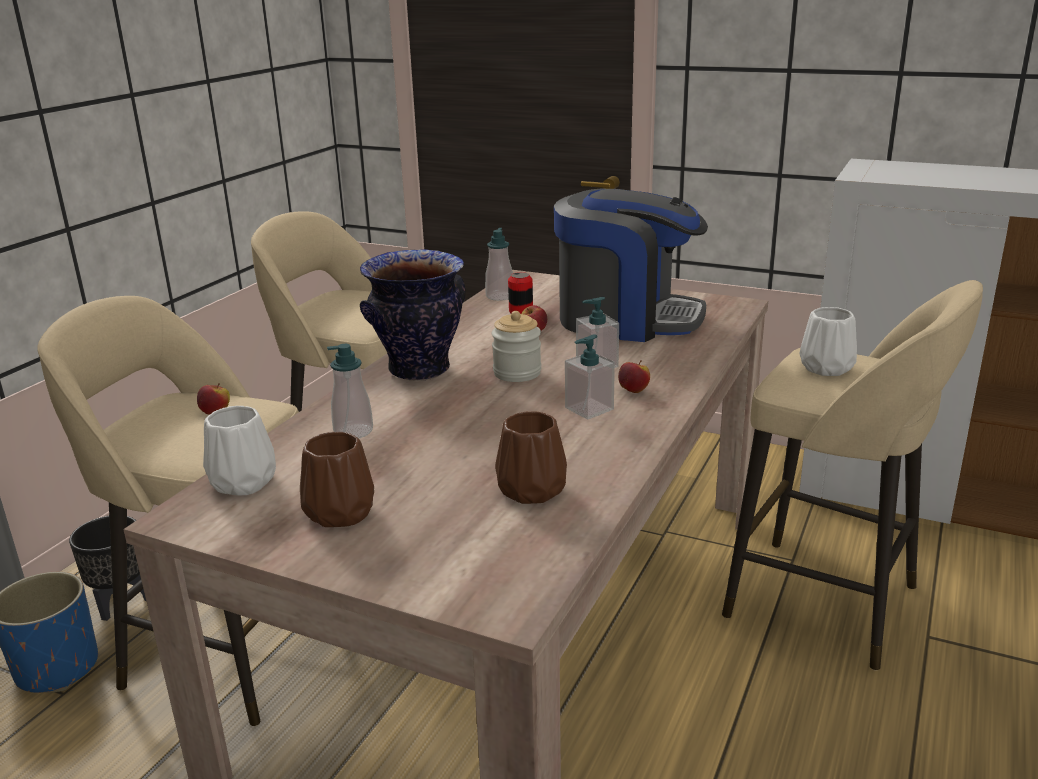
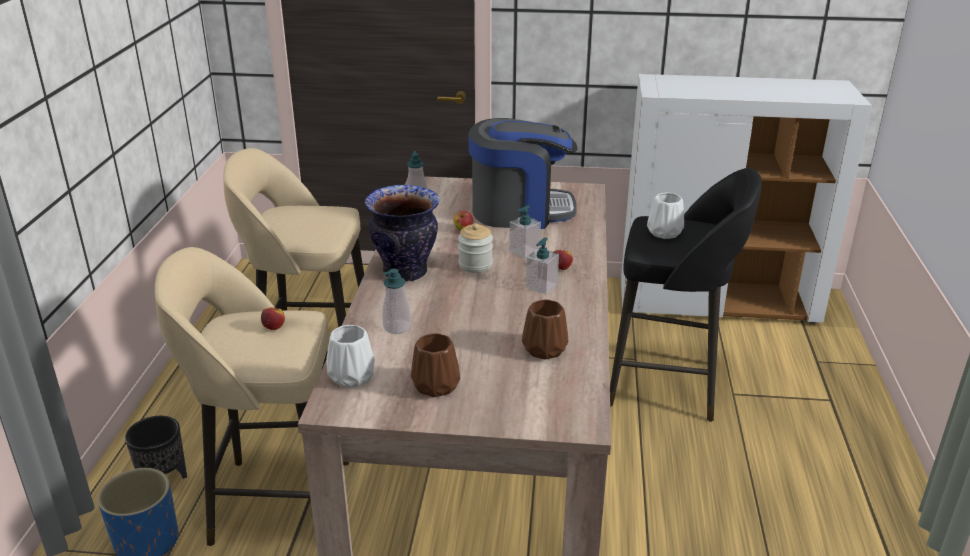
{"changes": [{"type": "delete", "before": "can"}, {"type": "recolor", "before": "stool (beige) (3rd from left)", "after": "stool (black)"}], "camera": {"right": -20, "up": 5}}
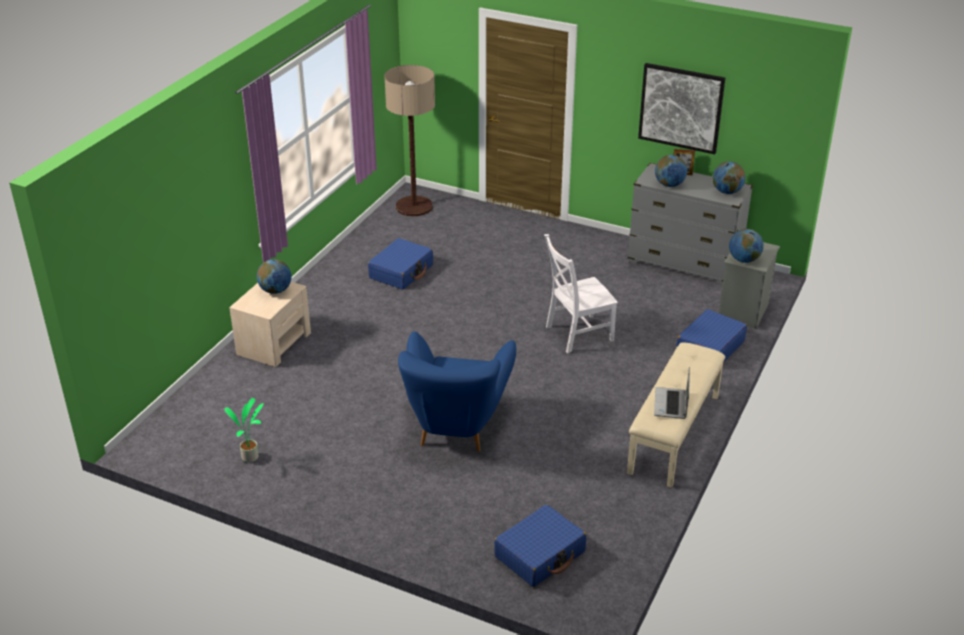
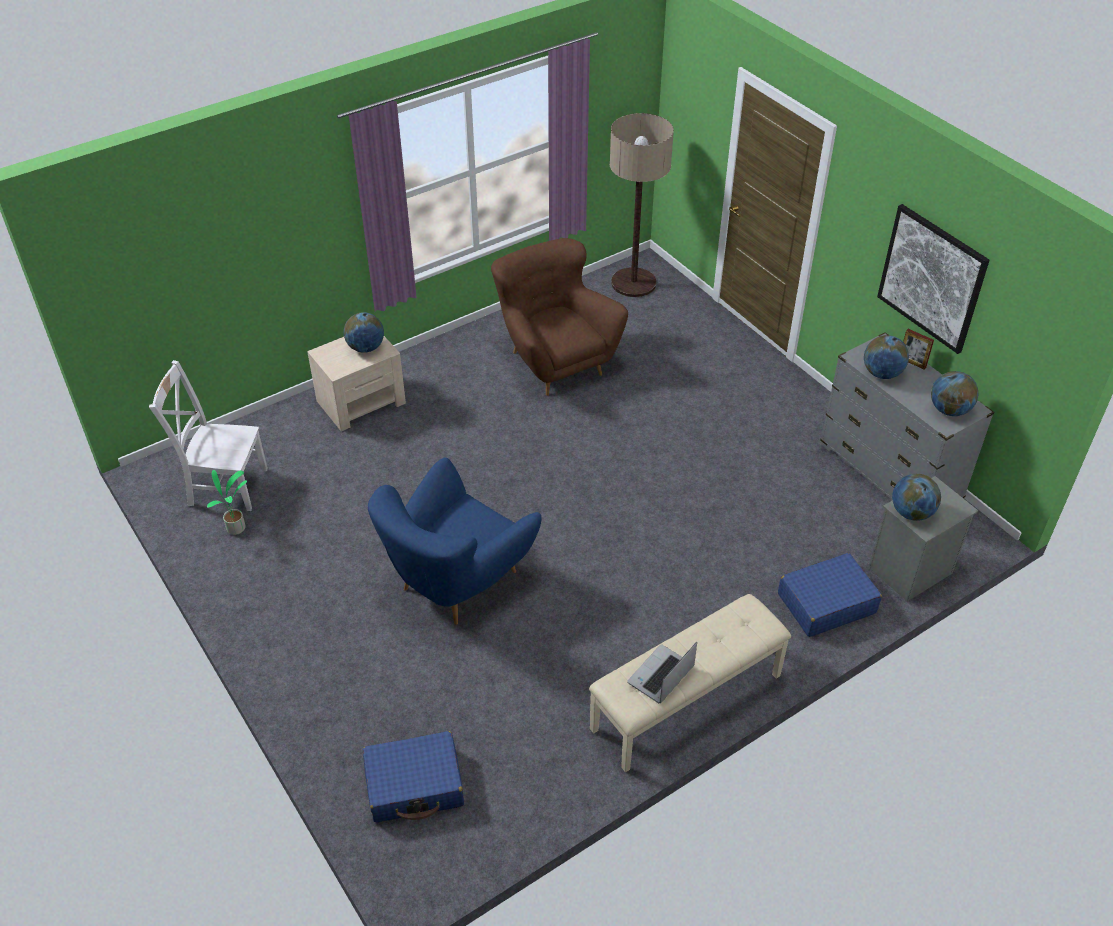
{"changes": [{"type": "replace", "before": "suitcase (blue) (1st from left)", "after": "armchair (brown)"}, {"type": "move", "before": "chair (white)"}], "camera": {"right": 30, "up": 10}}
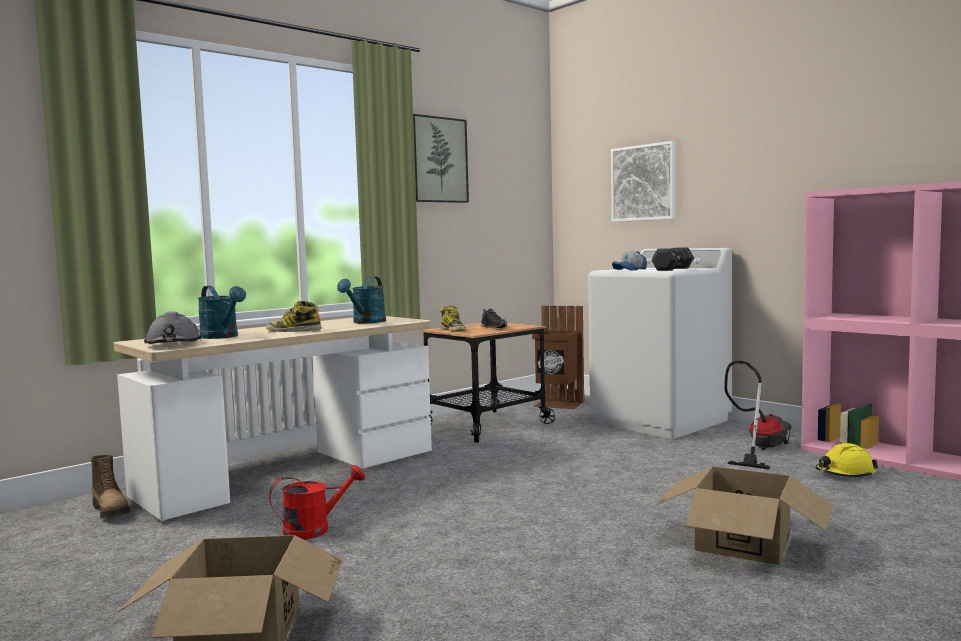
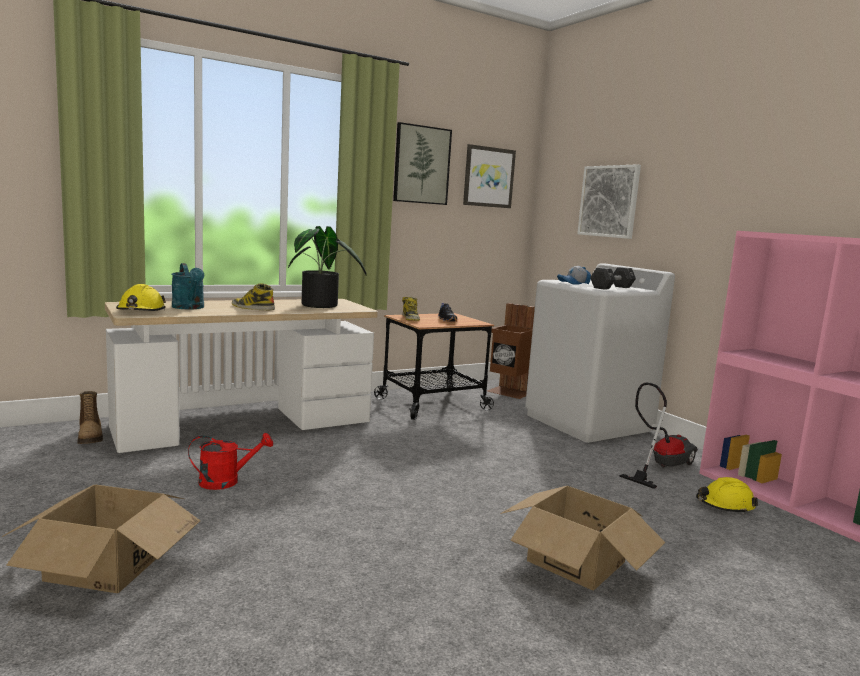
{"changes": [{"type": "recolor", "before": "hard hat (grey)", "after": "hard hat (yellow) (1st from left)"}, {"type": "replace", "before": "watering can (turquoise) (2nd from left)", "after": "potted plant"}, {"type": "insert", "after": "picture (2nd from left)"}], "camera": {"right": 10, "up": 5}}
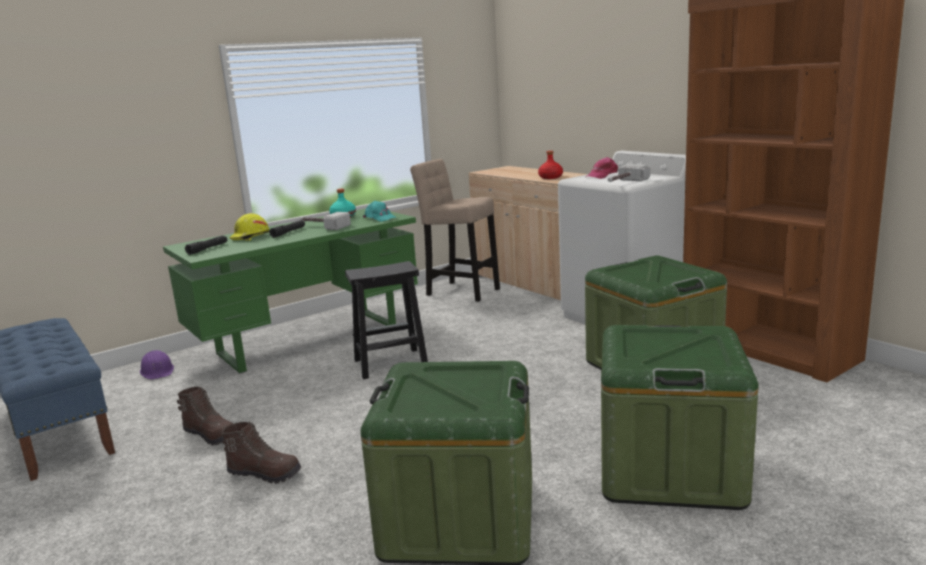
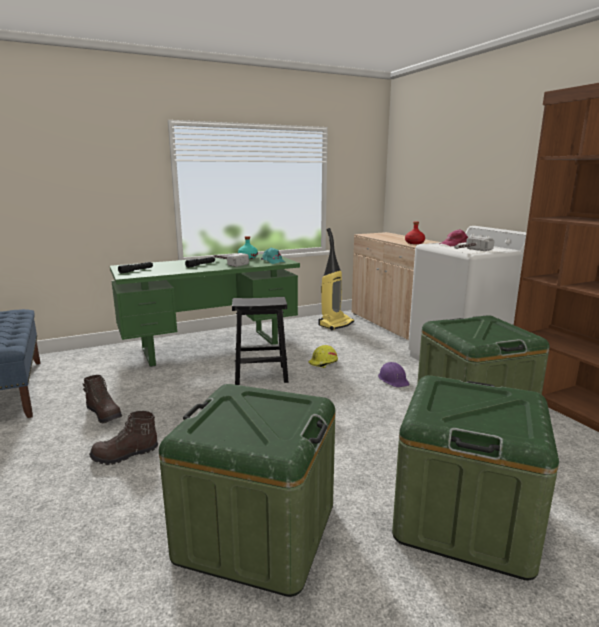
{"changes": [{"type": "move", "before": "hard hat (purple)"}, {"type": "rotate", "before": "boot (brown) (2nd from left)", "turn": 135}, {"type": "move", "before": "hard hat (yellow)"}, {"type": "replace", "before": "stool (beige)", "after": "vacuum cleaner"}], "camera": {"right": 10, "up": 0}}
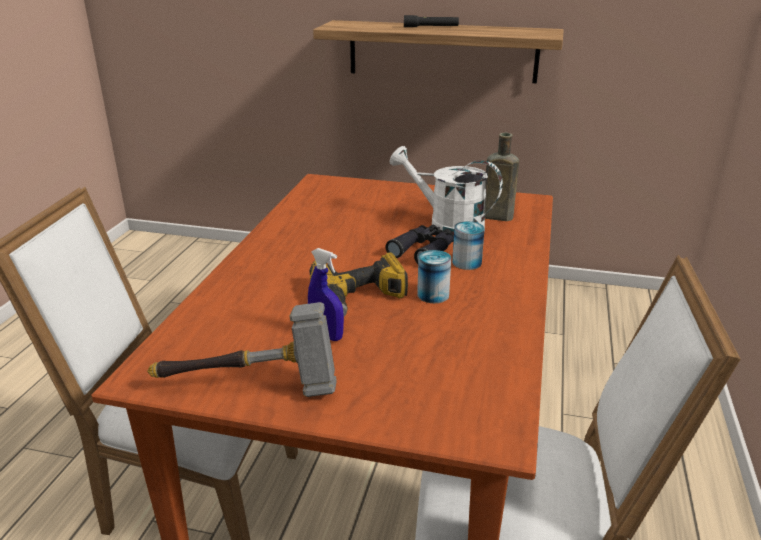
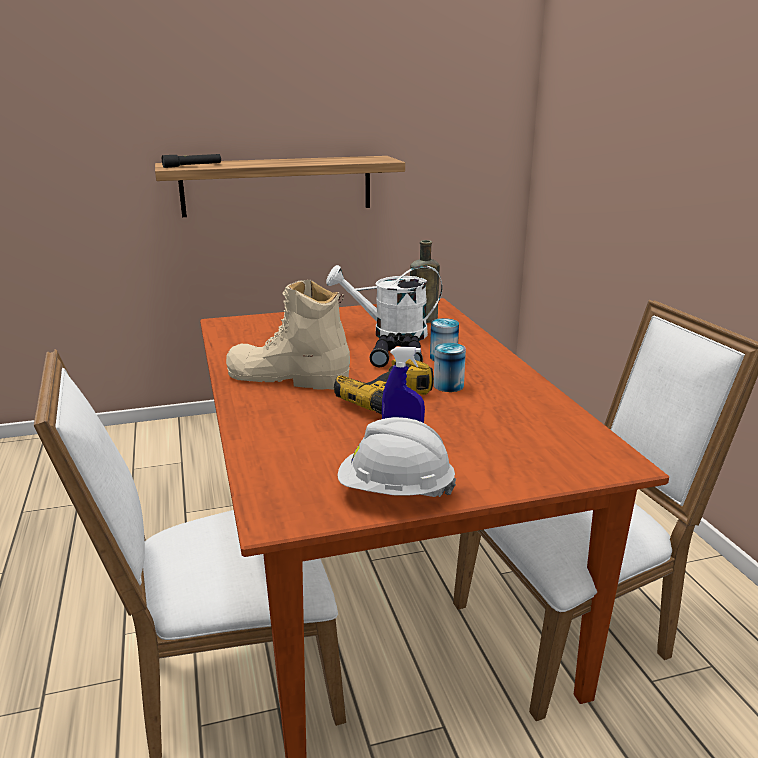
{"changes": [{"type": "replace", "before": "hammer", "after": "hard hat (white)"}, {"type": "move", "before": "flashlight (black)"}, {"type": "insert", "after": "boot (beige)"}], "camera": {"right": -30, "up": -5}}
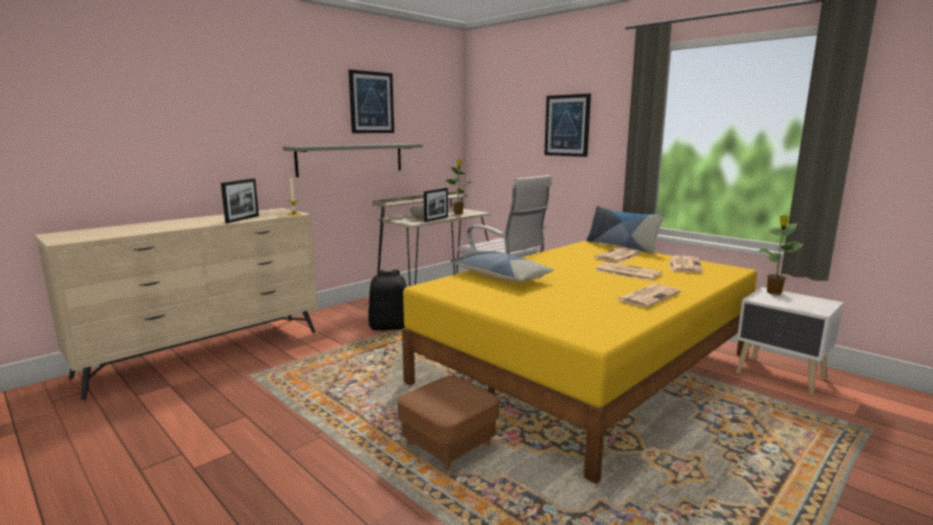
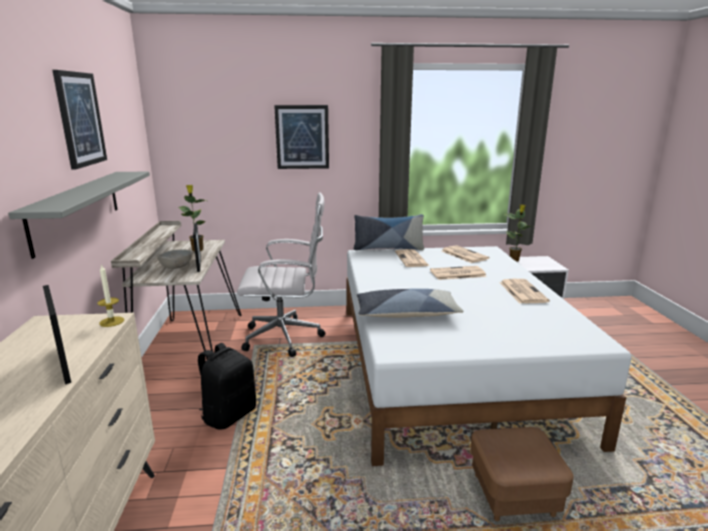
{"changes": [{"type": "recolor", "before": "bed (yellow)", "after": "bed (white)"}], "camera": {"right": -50, "up": 5}}
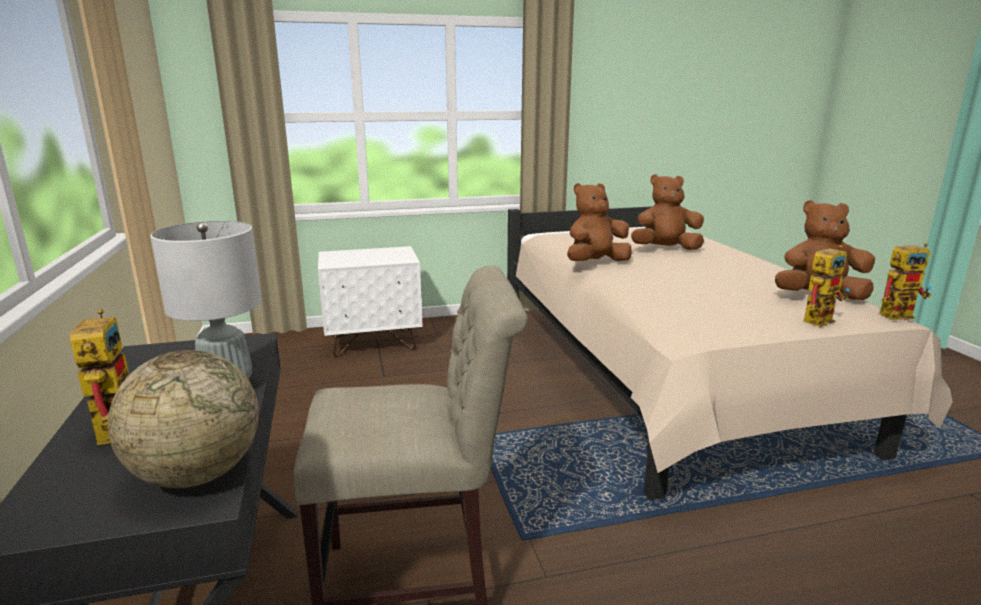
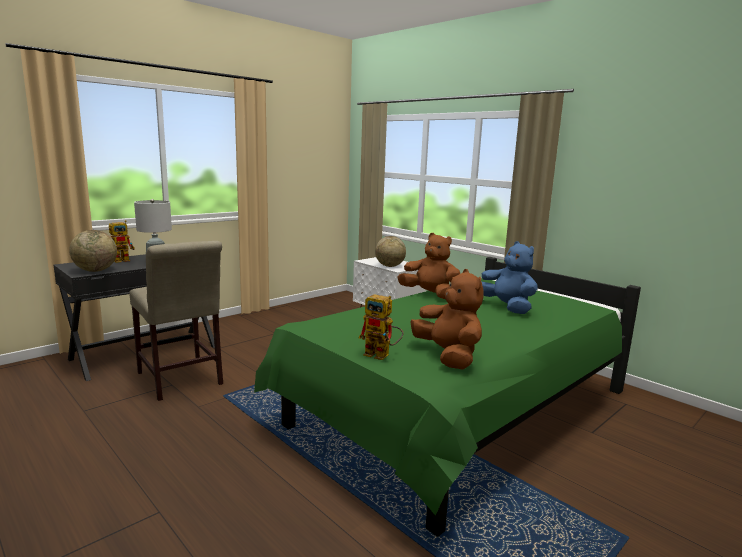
{"changes": [{"type": "recolor", "before": "bed (beige)", "after": "bed (green)"}, {"type": "recolor", "before": "plush toy (brown) (2nd from left)", "after": "plush toy (blue)"}, {"type": "delete", "before": "toy robot (3rd from left)"}, {"type": "insert", "after": "globe (2nd from left)"}], "camera": {"right": 60, "up": -5}}
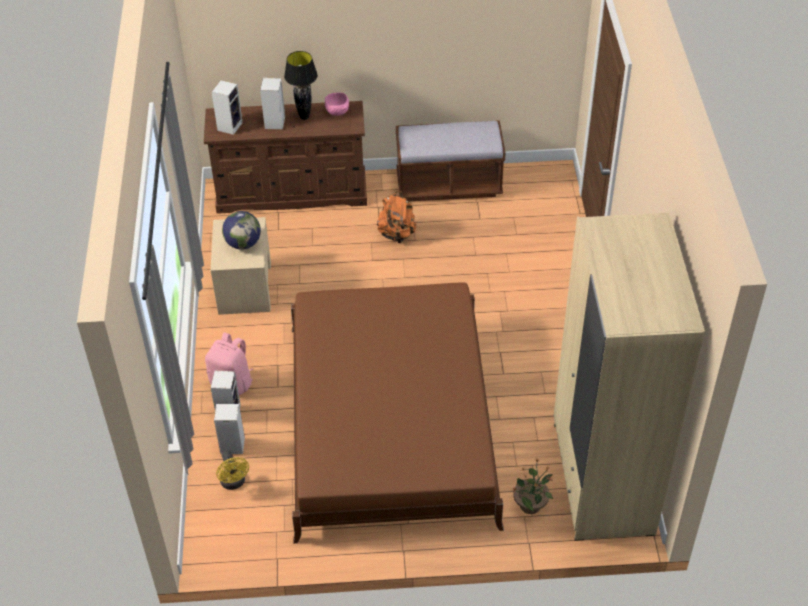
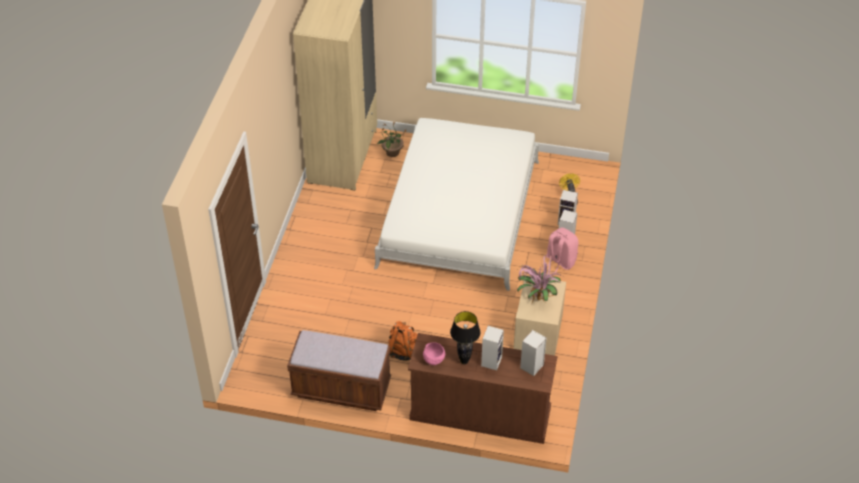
{"changes": [{"type": "replace", "before": "globe", "after": "potted plant (2nd from left)"}, {"type": "recolor", "before": "bed (brown)", "after": "bed (white)"}], "camera": {"right": -165, "up": 0}}
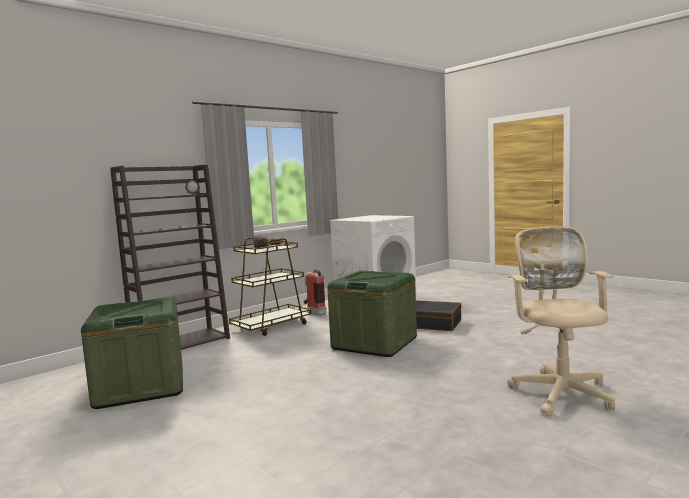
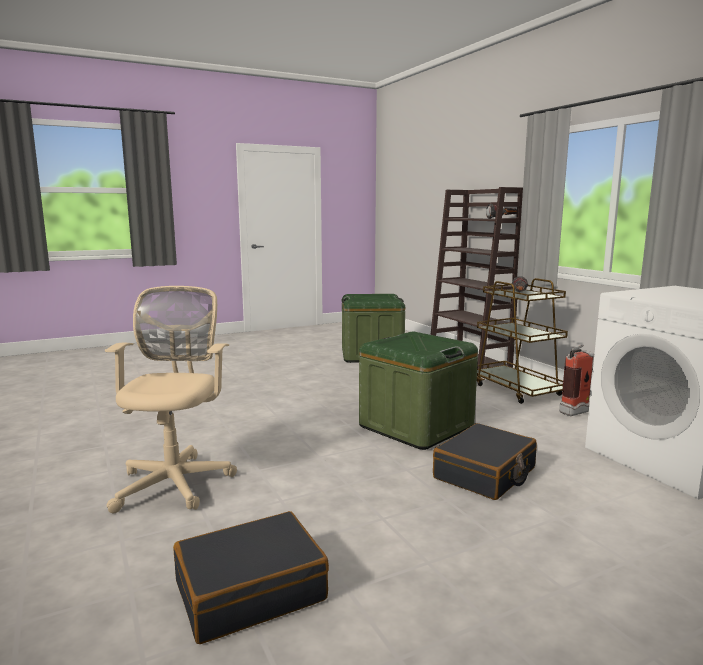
{"changes": [{"type": "rotate", "before": "office chair (beige)", "turn": -105}, {"type": "insert", "after": "suitcase (black) (1st from left)"}], "camera": {"right": 105, "up": 5}}
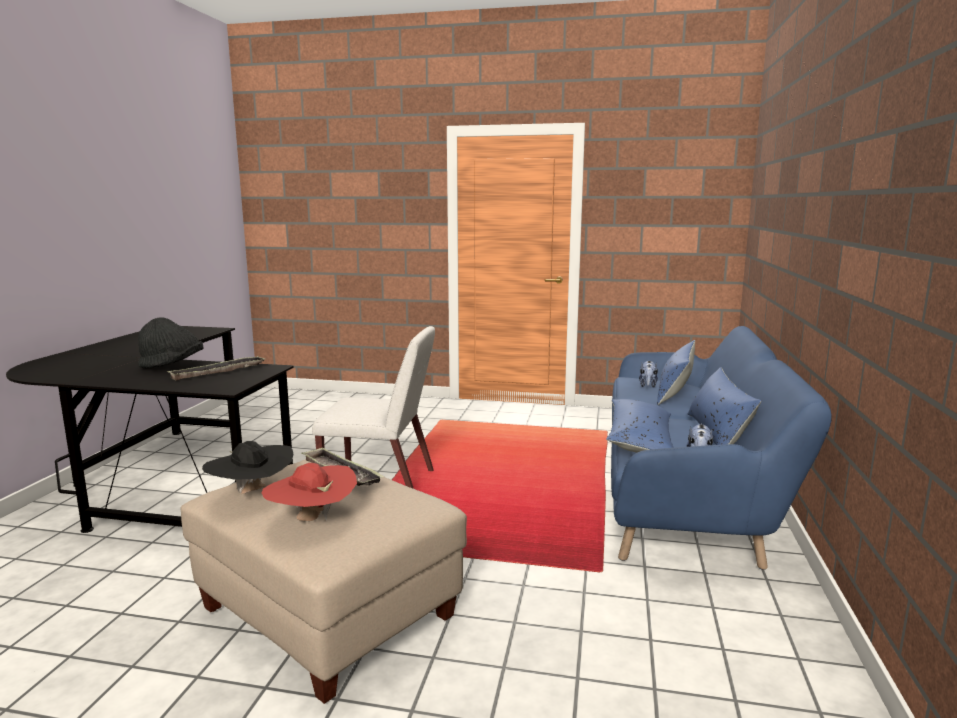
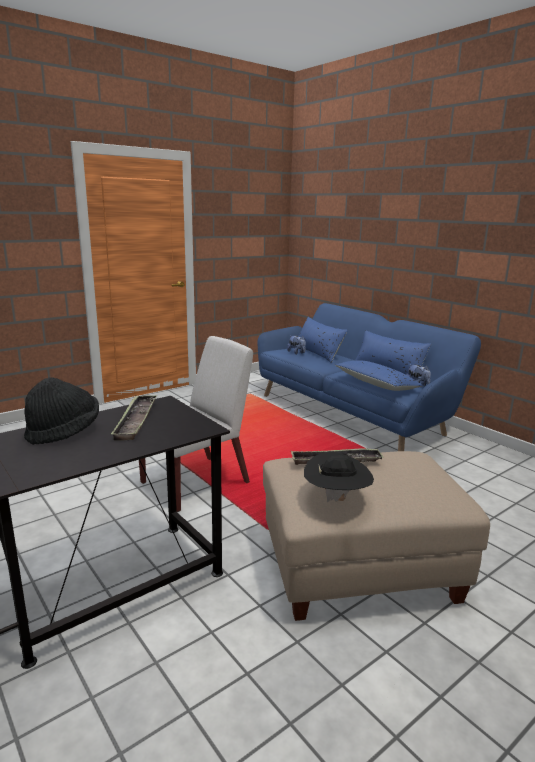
{"changes": [{"type": "delete", "before": "hat (red)"}], "camera": {"right": -50, "up": 5}}
